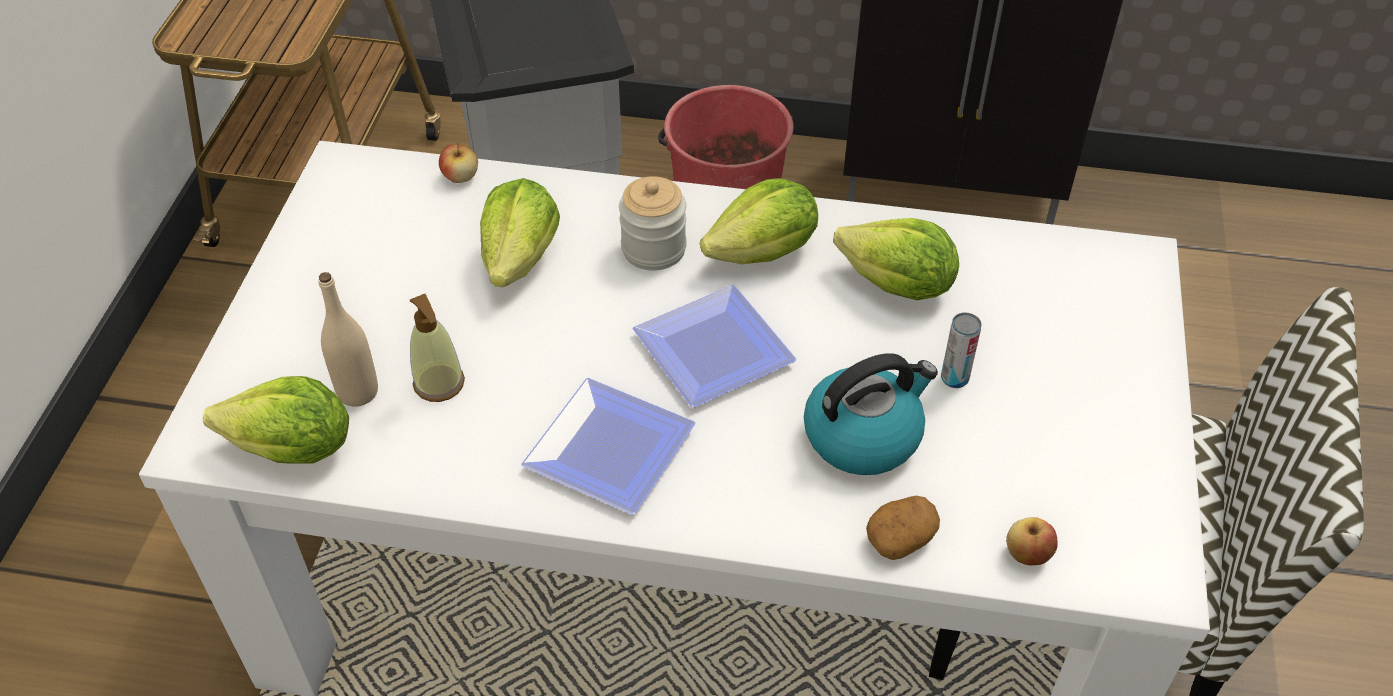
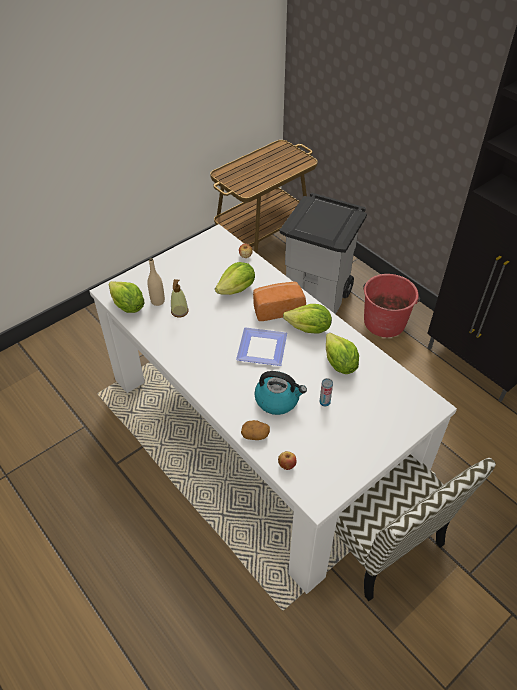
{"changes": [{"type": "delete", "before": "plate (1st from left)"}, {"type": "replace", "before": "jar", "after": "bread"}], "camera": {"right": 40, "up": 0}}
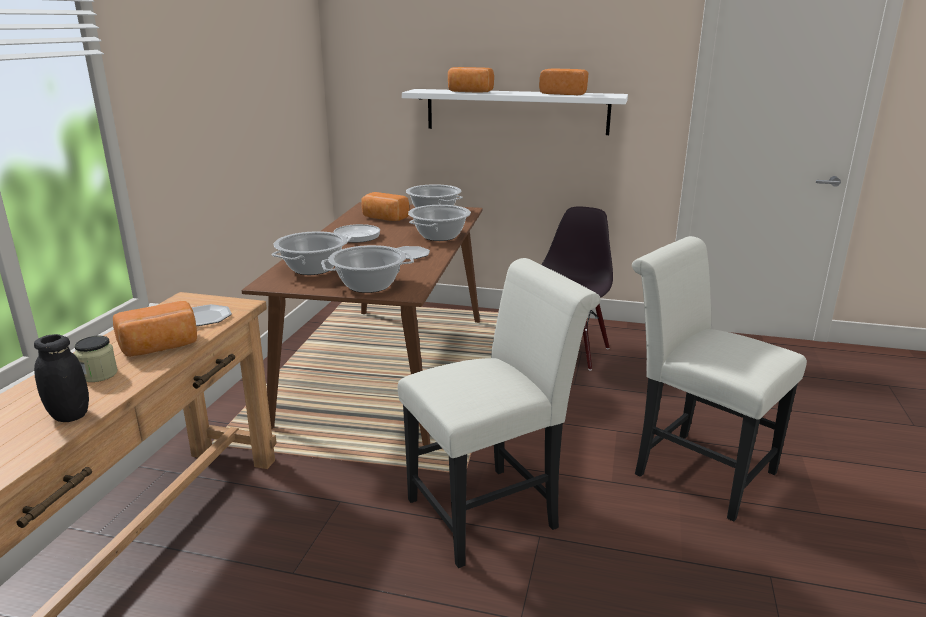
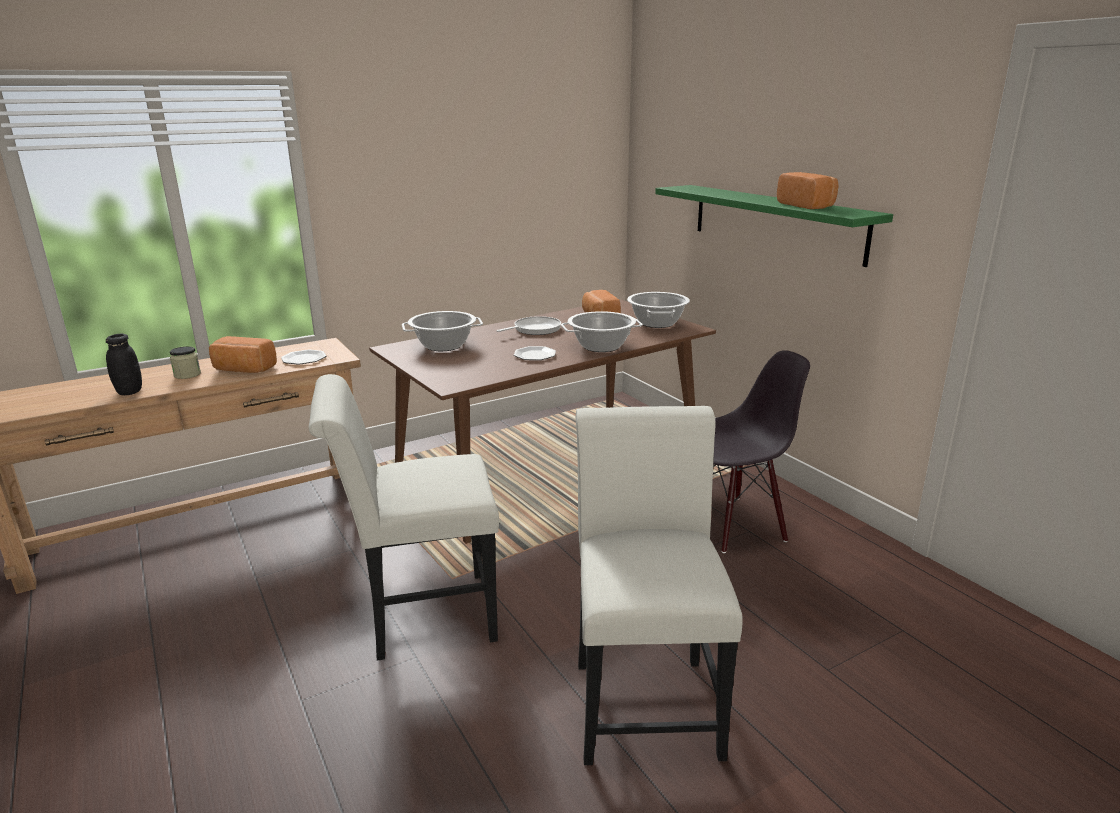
{"changes": [{"type": "delete", "before": "cooking pot (2nd from left)"}, {"type": "rotate", "before": "chair (white) (1st from left)", "turn": 150}, {"type": "recolor", "before": "shelf (white)", "after": "shelf (green)"}, {"type": "delete", "before": "bread (3rd from left)"}], "camera": {"right": 45, "up": 0}}
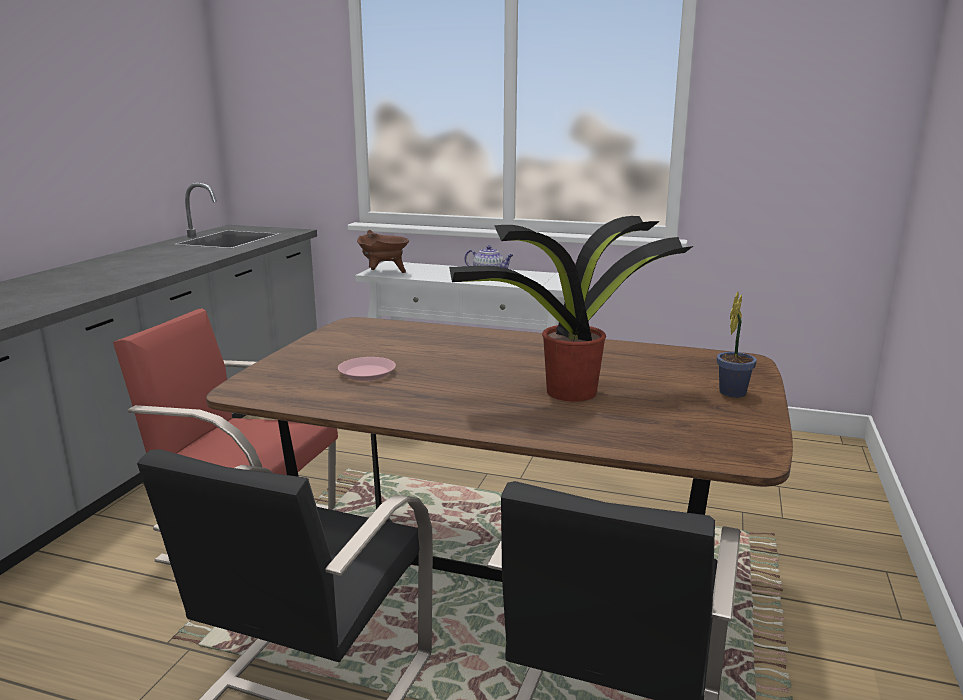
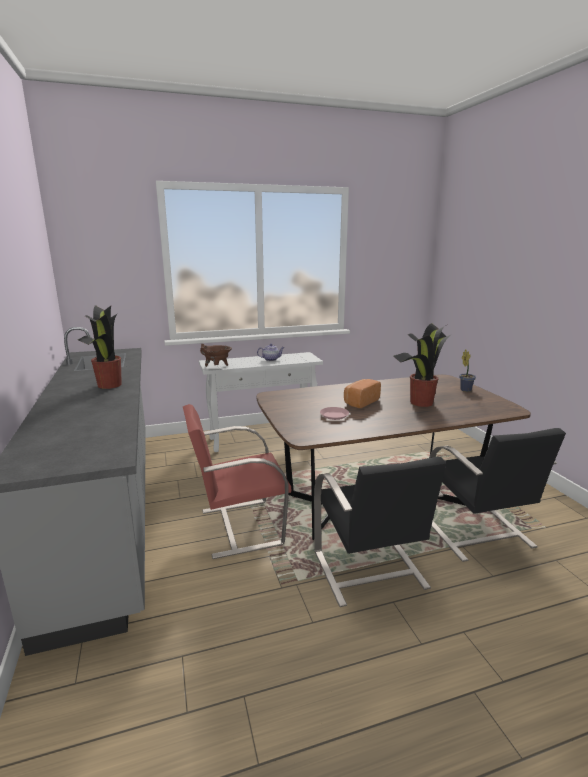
{"changes": [{"type": "insert", "after": "potted plant (1st from left)"}, {"type": "insert", "after": "bread"}], "camera": {"right": -35, "up": 0}}
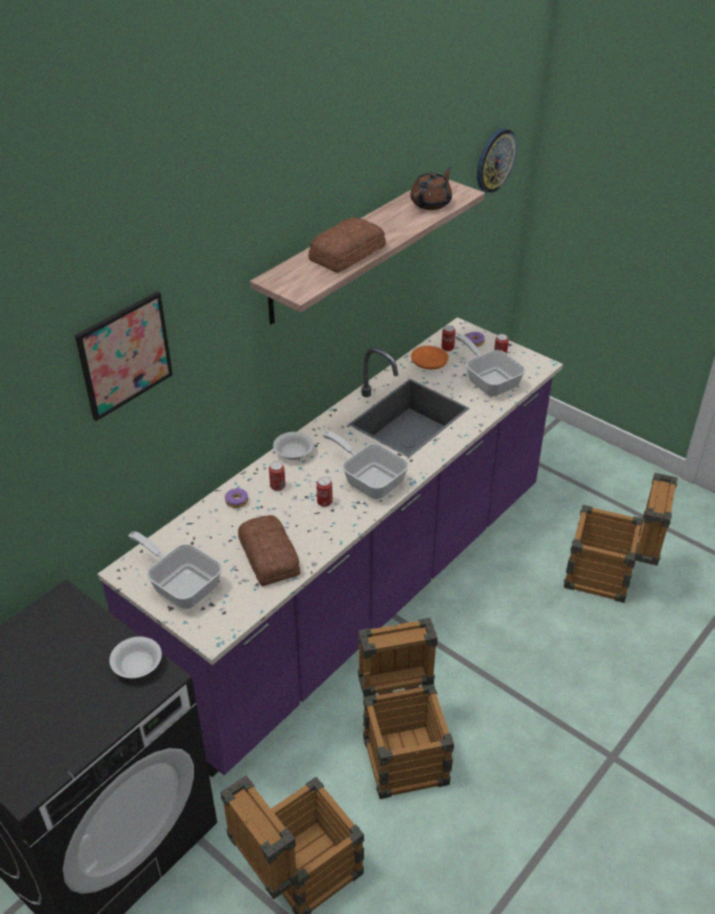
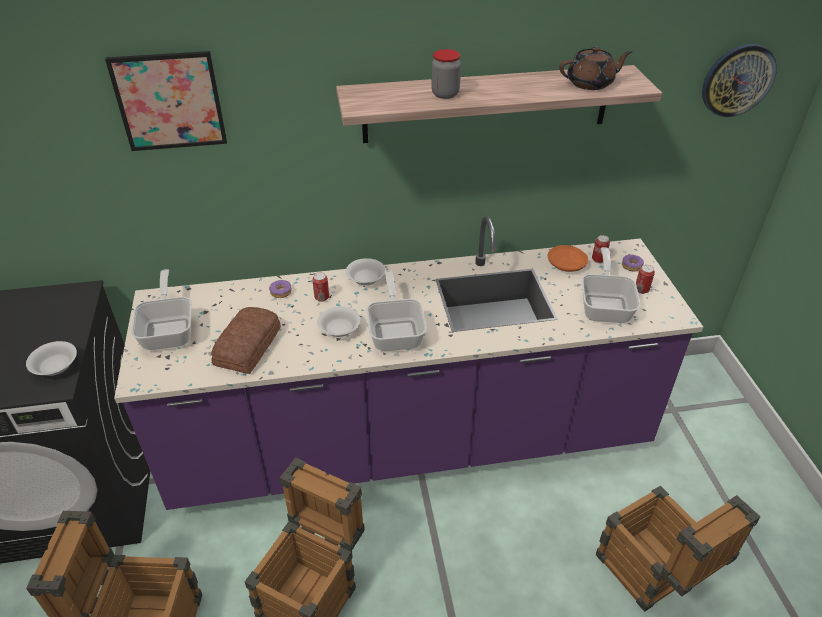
{"changes": [{"type": "replace", "before": "bread (2nd from left)", "after": "jar"}, {"type": "replace", "before": "can (2nd from left)", "after": "bowl (white) (2nd from left)"}], "camera": {"right": 40, "up": 0}}
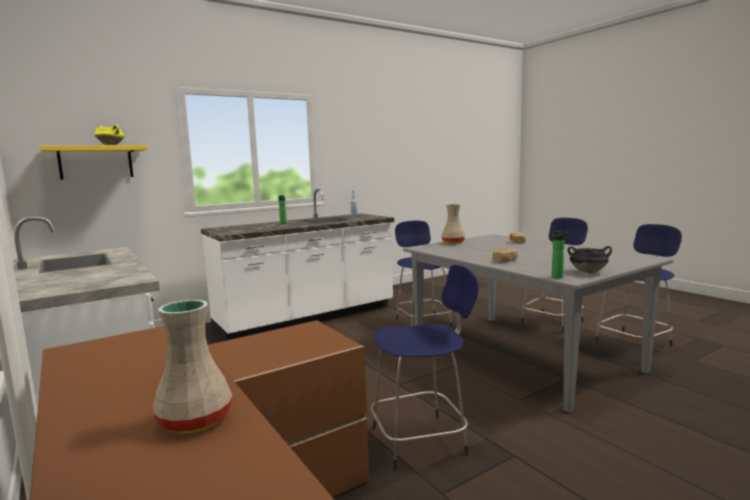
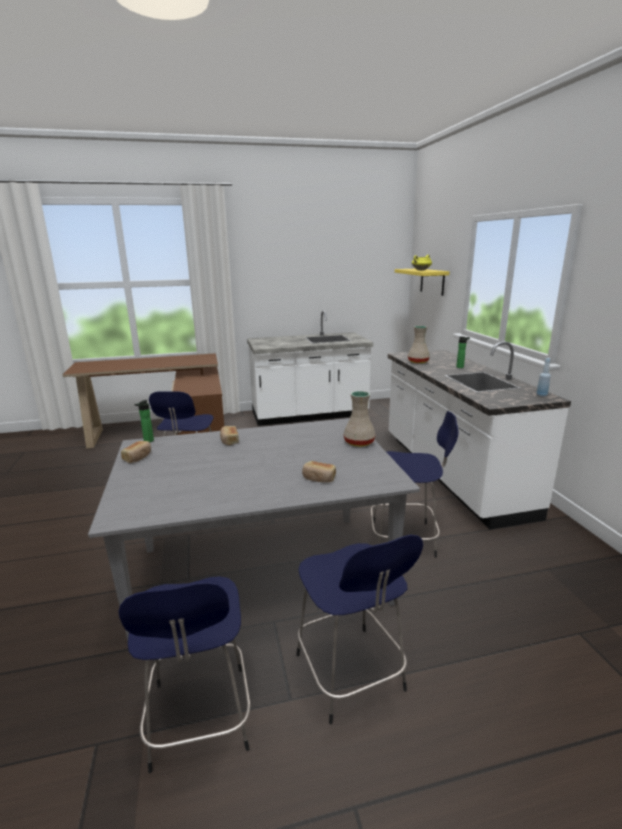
{"changes": [{"type": "move", "before": "vase (beige) (1st from left in the first image)", "after": "vase (beige) (2nd from left)"}, {"type": "replace", "before": "cooking pot (black)", "after": "bread (1st from left)"}], "camera": {"right": 110, "up": 10}}
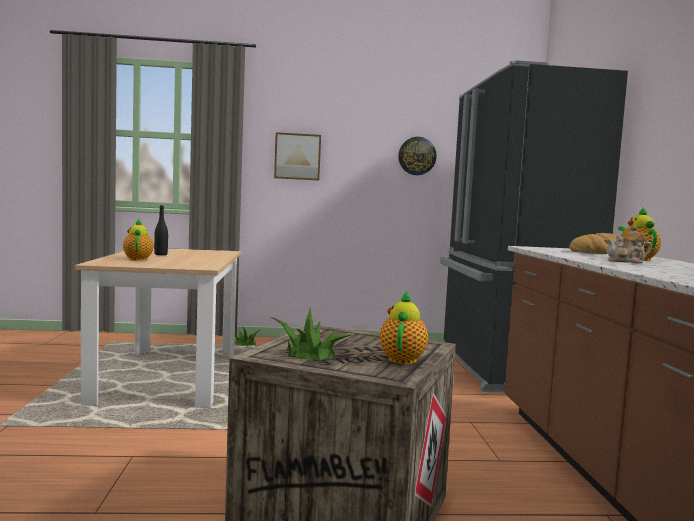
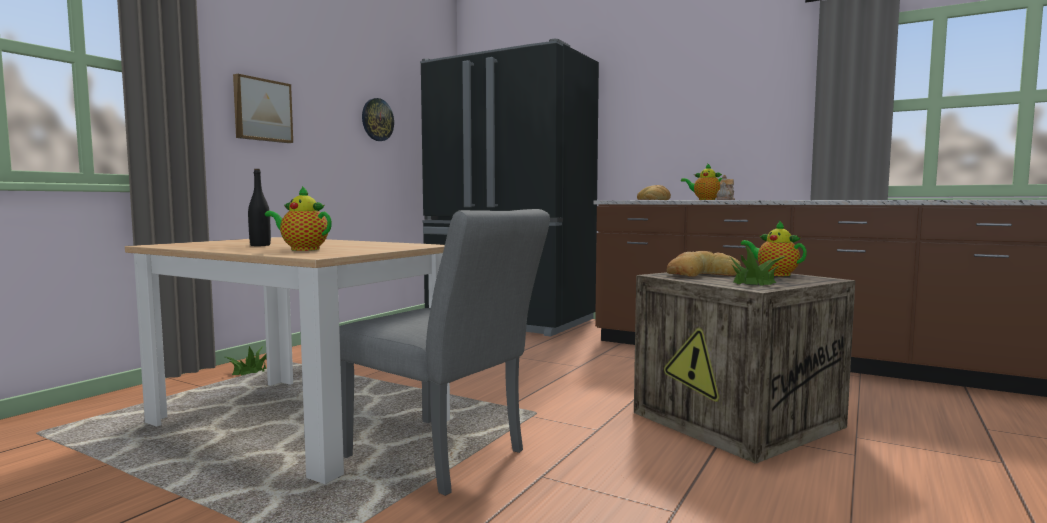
{"changes": [{"type": "insert", "after": "chair (grey)"}, {"type": "insert", "after": "bread (2nd from left)"}], "camera": {"right": -55, "up": 0}}
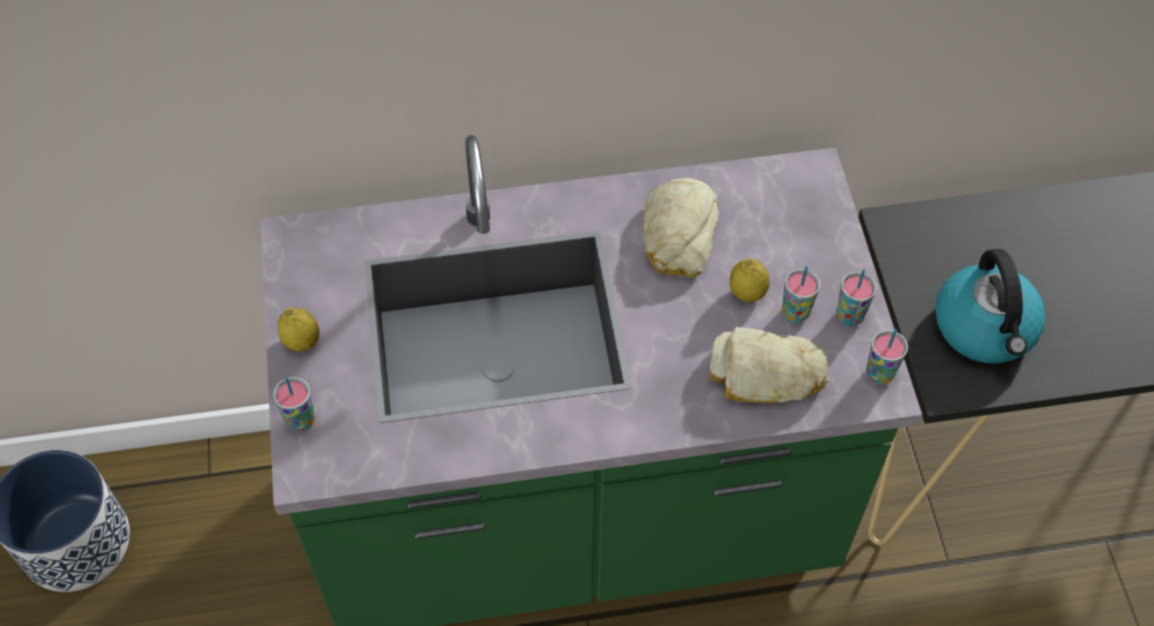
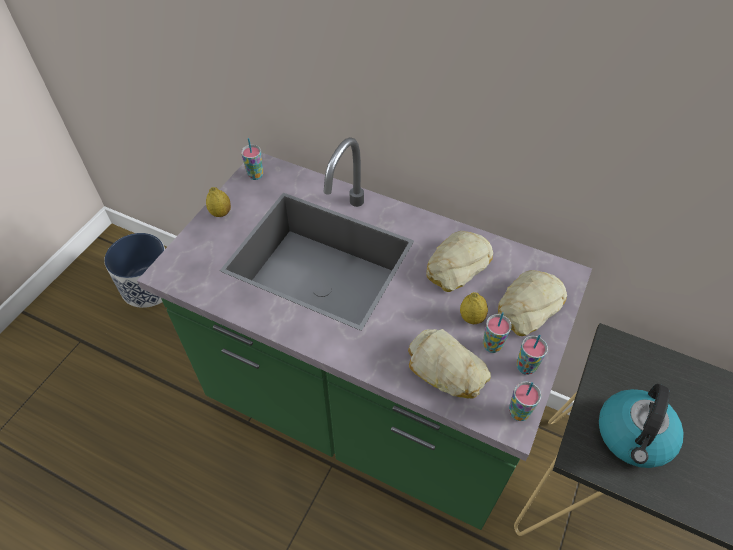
{"changes": [{"type": "move", "before": "cup (1st from left)"}, {"type": "insert", "after": "bread (3rd from left)"}], "camera": {"right": 35, "up": -5}}
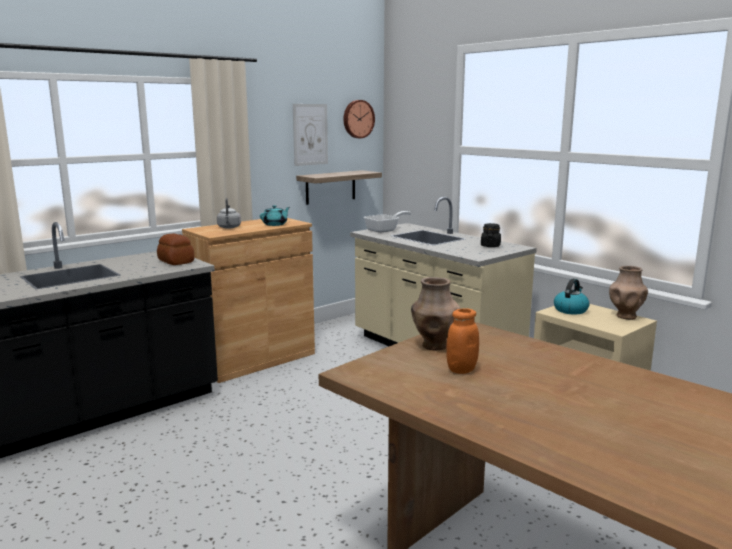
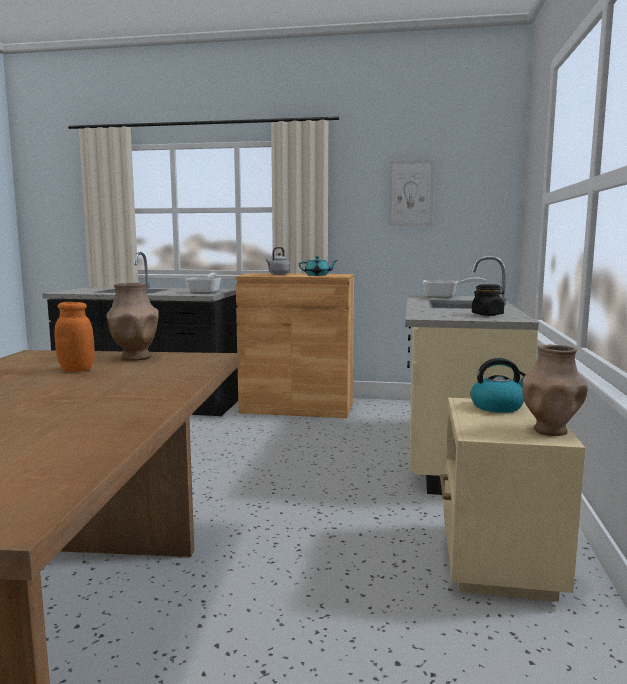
{"changes": [{"type": "replace", "before": "bread", "after": "frying pan (1st from left)"}, {"type": "delete", "before": "shelf"}, {"type": "delete", "before": "wall clock"}], "camera": {"right": 50, "up": -5}}
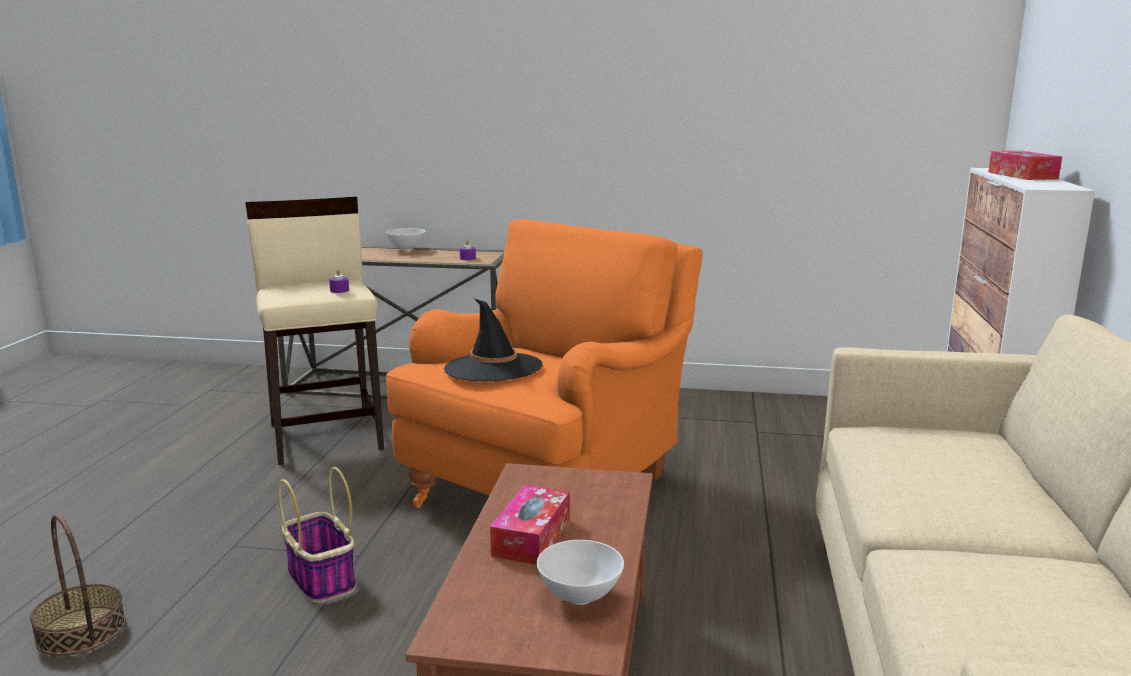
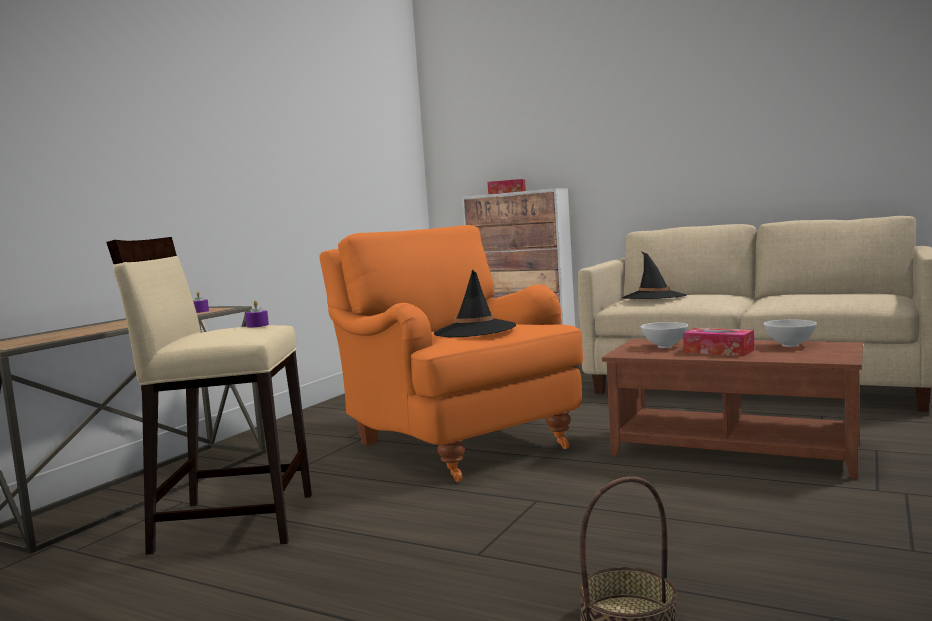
{"changes": [{"type": "delete", "before": "basket (2nd from left)"}, {"type": "move", "before": "bowl (white) (1st from left)"}, {"type": "insert", "after": "hat (black) (2nd from left)"}], "camera": {"right": -70, "up": -10}}
